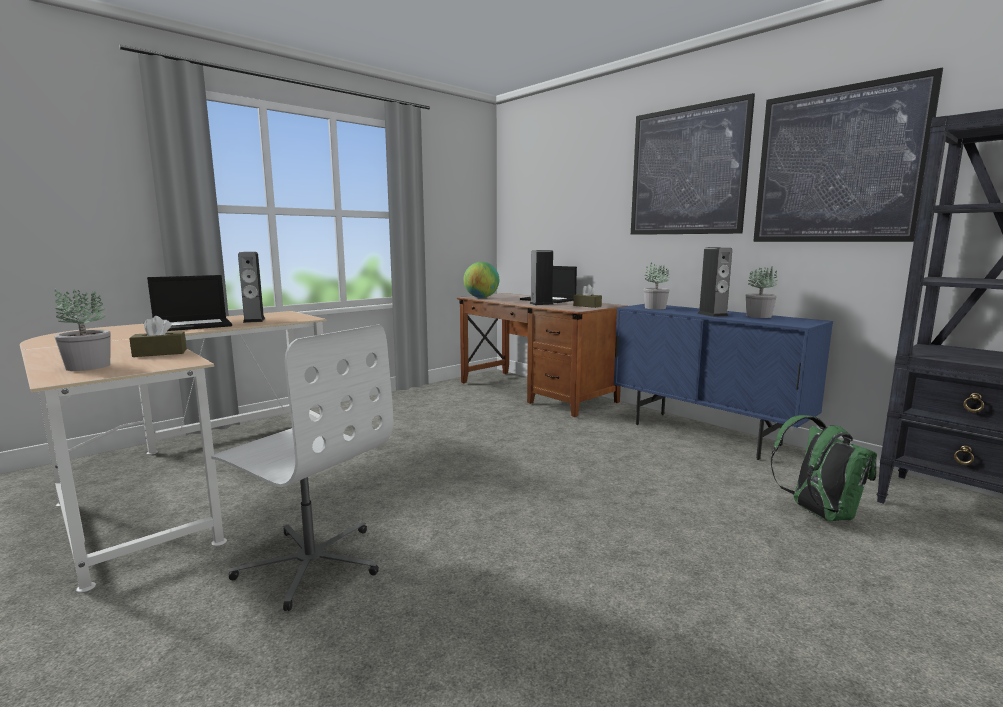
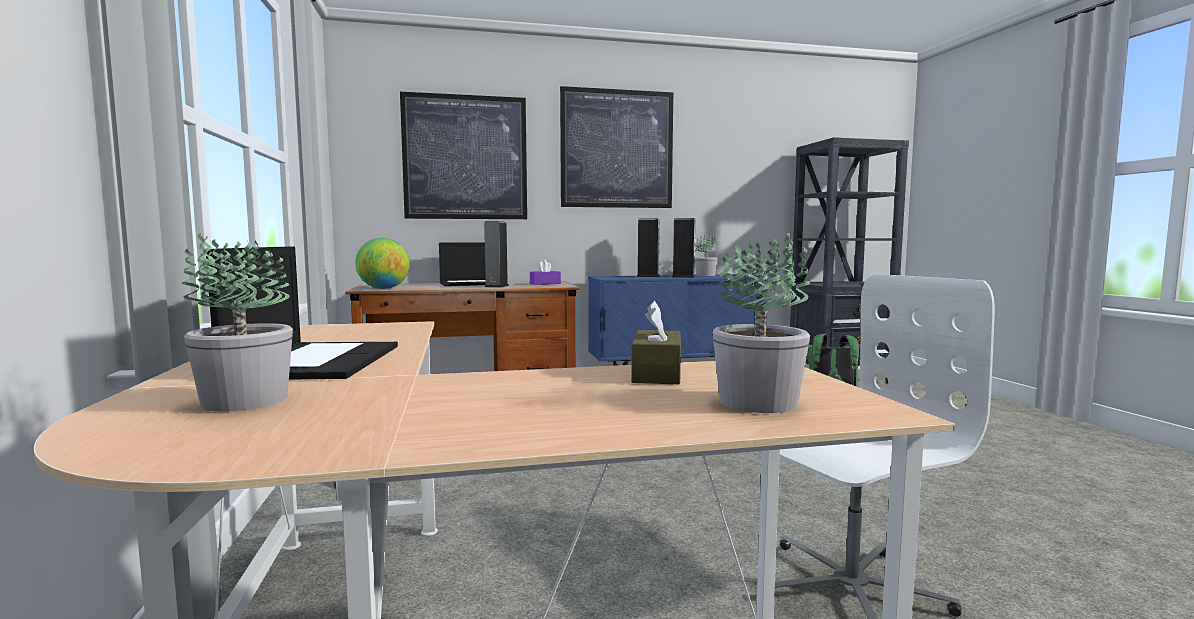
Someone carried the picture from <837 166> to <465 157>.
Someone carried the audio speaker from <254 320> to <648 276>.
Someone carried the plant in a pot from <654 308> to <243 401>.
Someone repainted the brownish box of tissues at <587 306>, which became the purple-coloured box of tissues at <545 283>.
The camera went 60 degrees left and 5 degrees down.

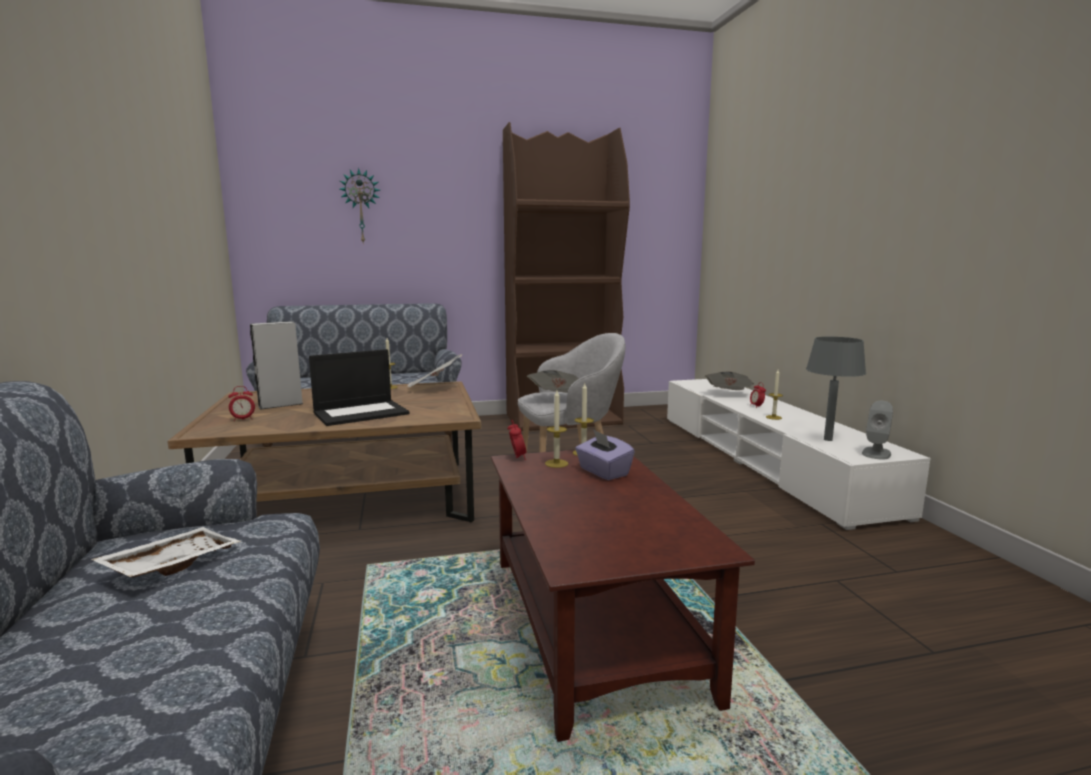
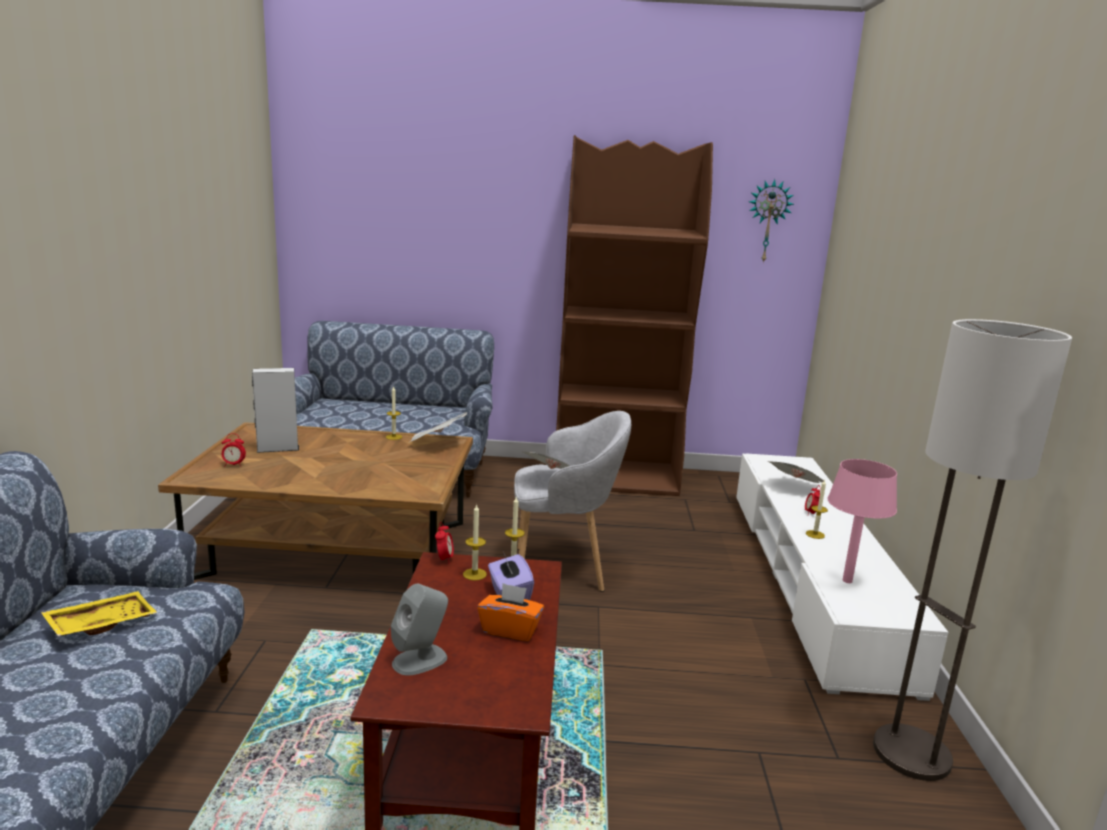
Someone carried the clock on the wall from <361 206> to <768 221>.
Someone repainted the gray tabletop lamp at <828 439>, which became the pinkish tabletop lamp at <847 581>.
Someone took away the laptop at <361 413>.
Someone carried the gray audio speaker from <876 453> to <420 660>.
Someone repainted the white-coloured serving tray at <171 564>, which became the yellow serving tray at <101 623>.
Someone put down the standing lamp at <910 753>.
Someone put down the orangey box of tissues at <510 629>.
The camera went 15 degrees right and 5 degrees up.

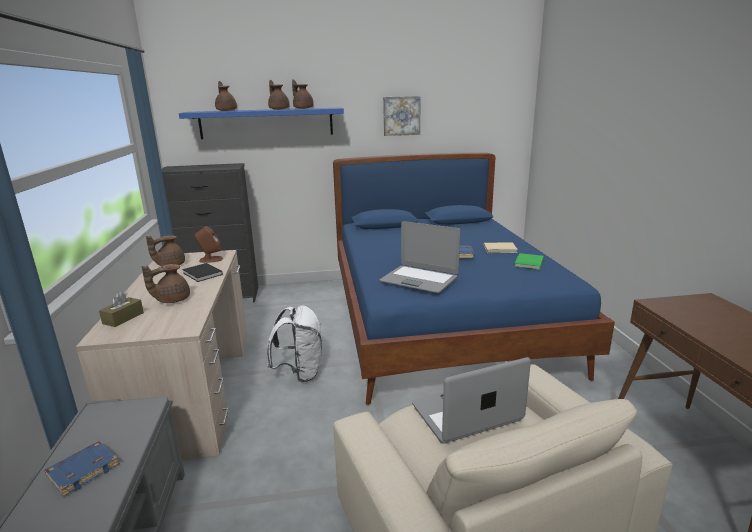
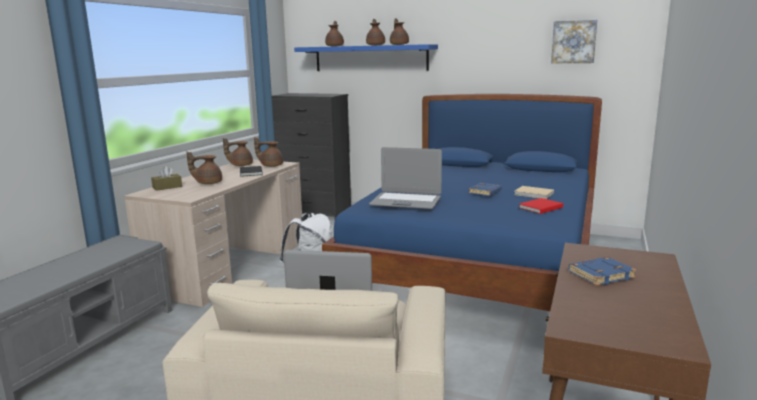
Someone carried the picture from <401 116> to <573 42>.
Someone rotated the laptop at <419 280> by 45 degrees counterclockwise.
Someone swapped the brownish audio speaker at <210 259> for the brownish pot for tea at <271 165>.
Someone repainted the green book at <528 263>, which became the red book at <539 208>.
Someone carried the bluish book from <83 470> to <601 275>.
The camera went 30 degrees right and 5 degrees down.

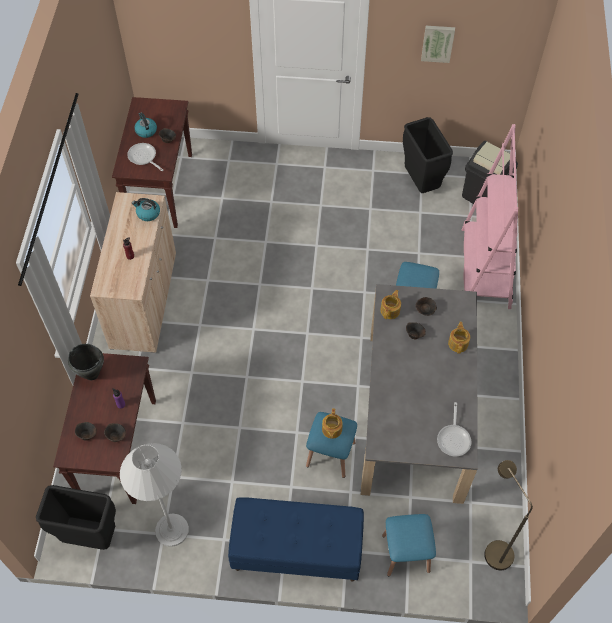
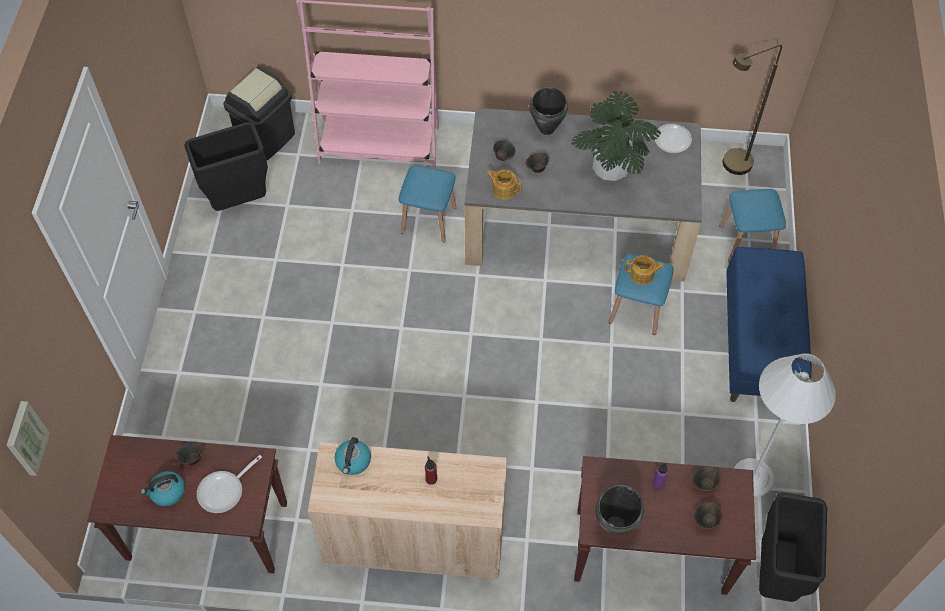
Someone carried the picture from <437 43> to <25 438>.
Someone swapped the pot for tea at <458 343> for the blackish stockpot at <547 128>.
Someone put down the plant in a pot at <610 168>.
The camera went 90 degrees left and 0 degrees up.

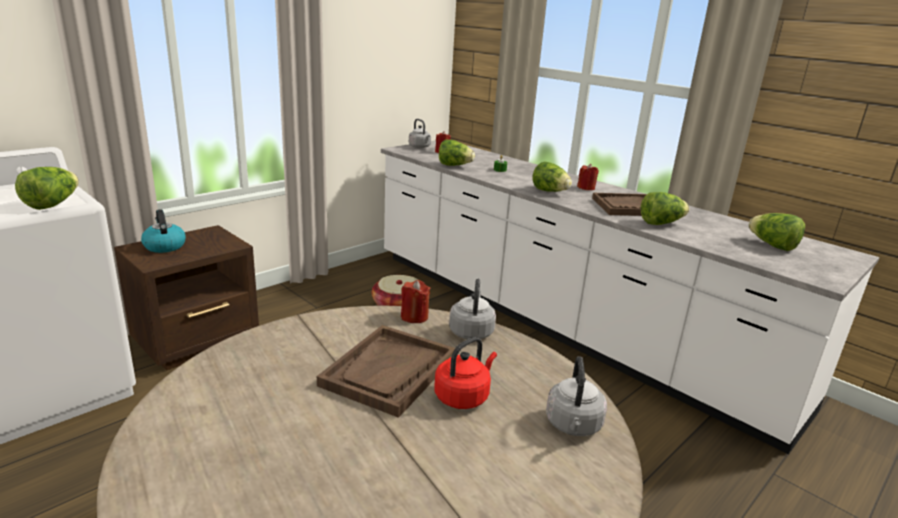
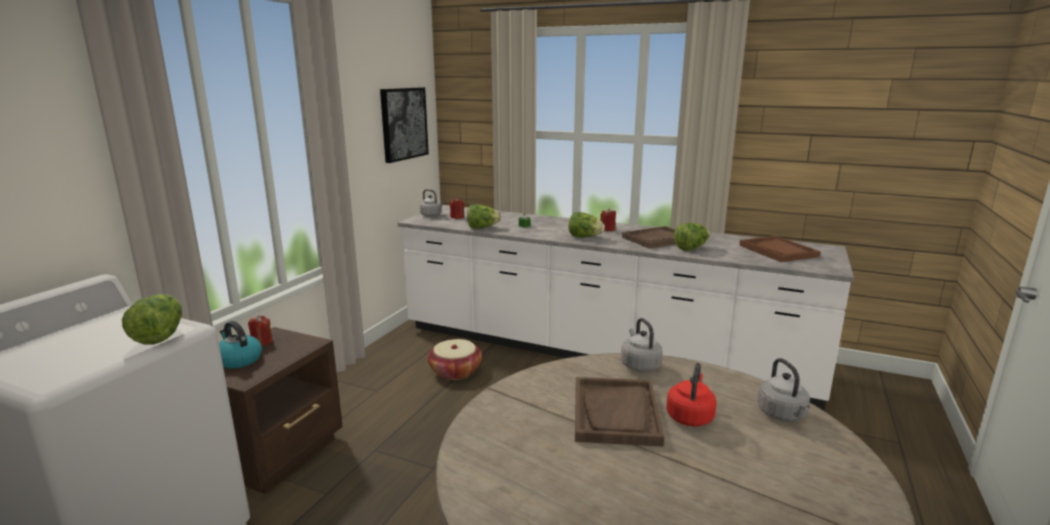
Someone swapped the lettuce at <772 246> for the brownish serving tray at <778 251>.
Someone carried the red wax light from <414 317> to <261 342>.
Someone put up the picture at <403 123>.
The camera went 20 degrees left and 5 degrees down.

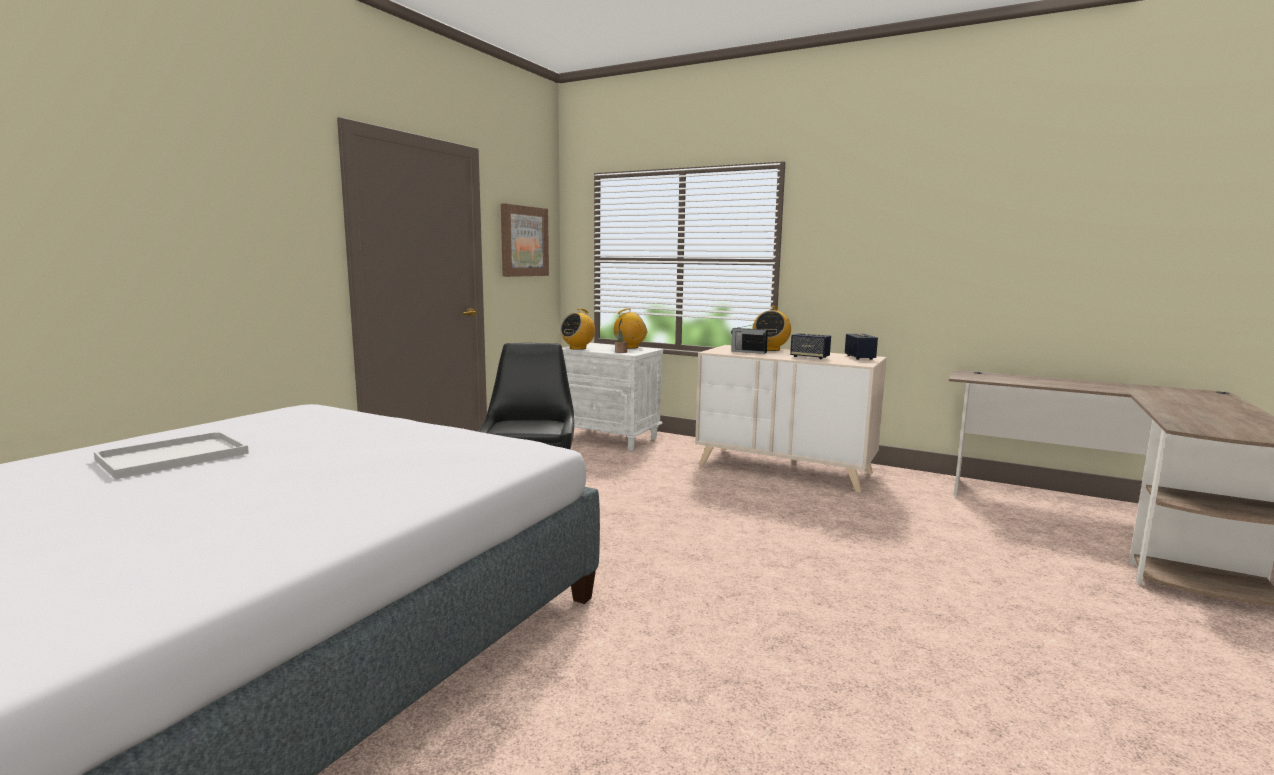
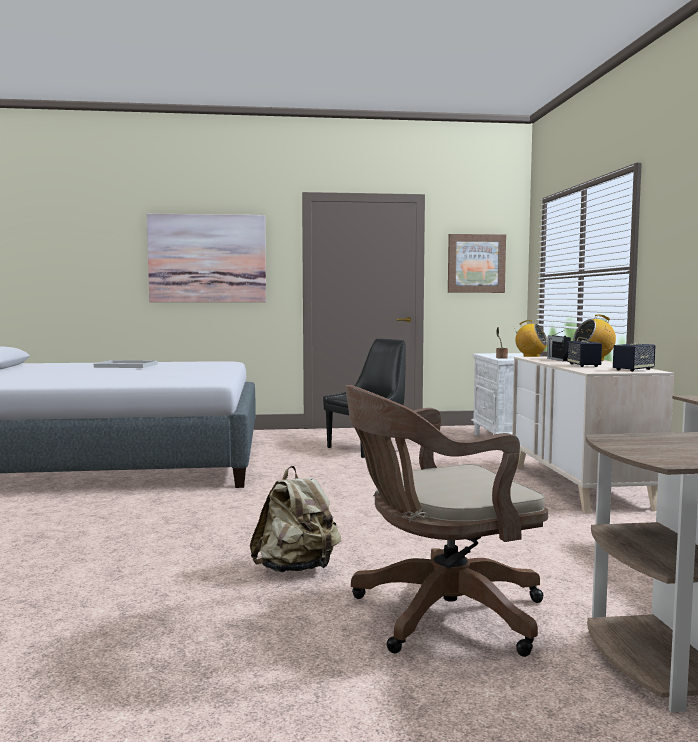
Someone took away the radio set at <578 348>.
Someone put up the picture at <207 258>.
Someone put down the brownish office chair at <439 615>.
Someone put down the beige backpack at <296 569>.
The camera went 55 degrees right and 5 degrees down.

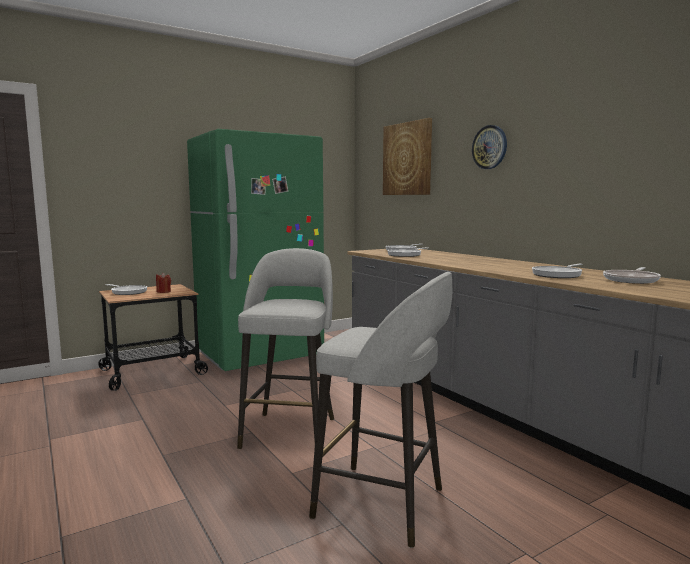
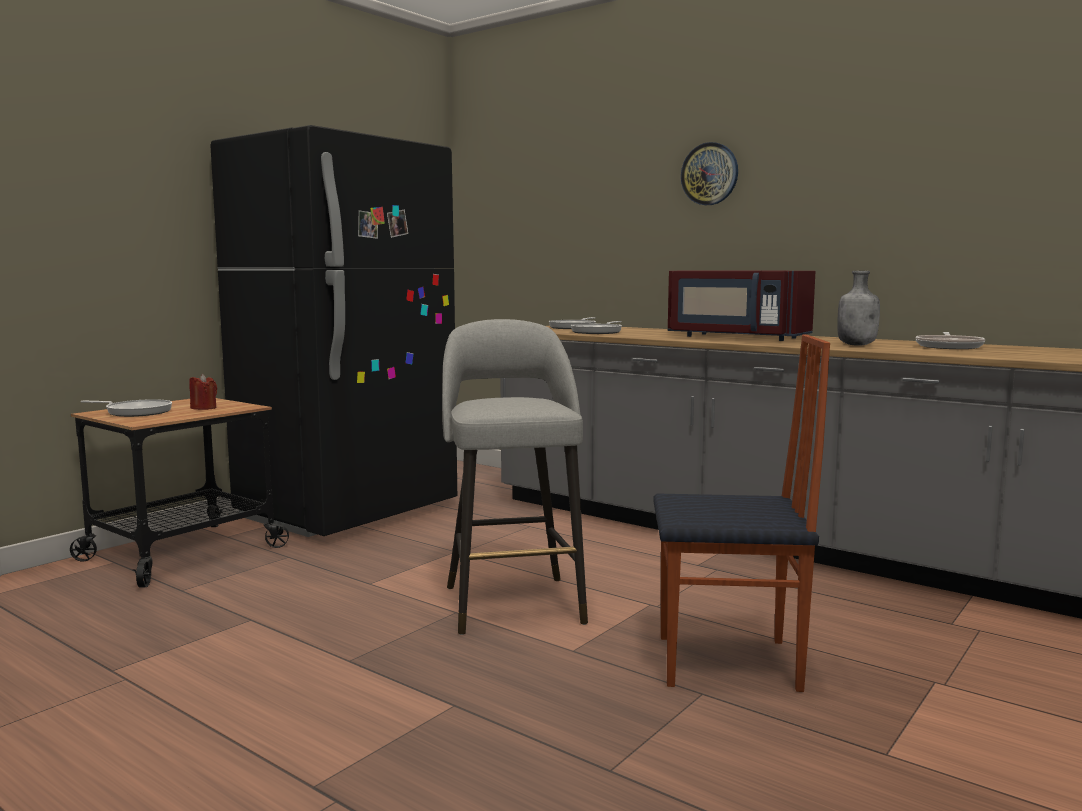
Someone took away the picture at <407 159>.
Someone repainted the green kitchen fridge at <260 356>, which became the blackish kitchen fridge at <348 511>.
Someone swapped the pan at <558 275> for the gray drink bottle at <857 345>.
Someone swapped the gray sitting stool at <383 504> for the plain chair at <729 664>.
Someone put down the red kitchen microwave at <736 337>.
The camera went 20 degrees left and 0 degrees up.

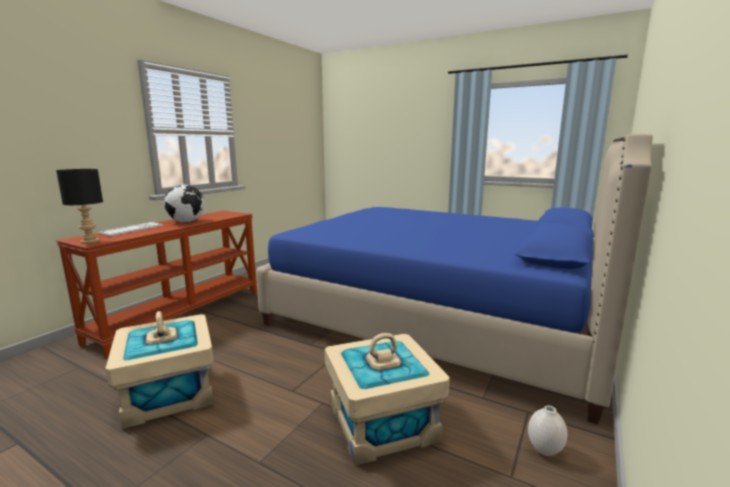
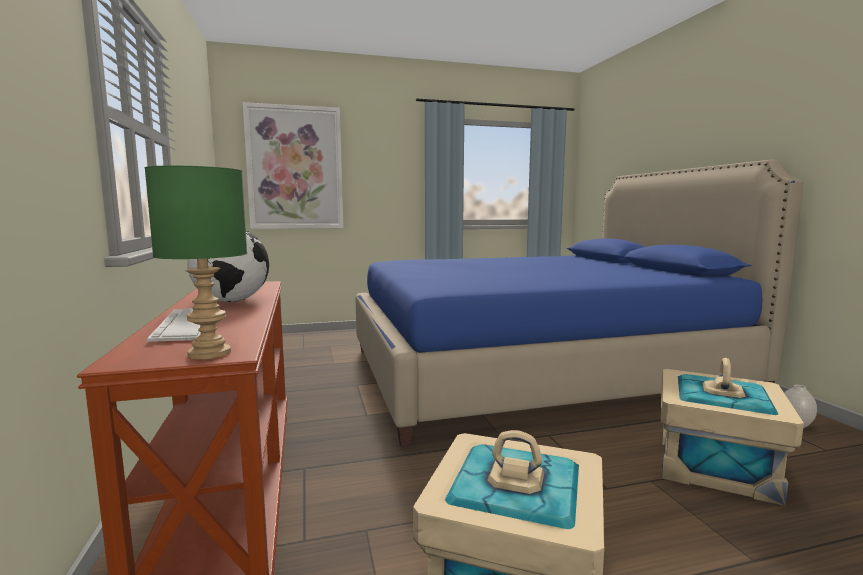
Someone repainted the blackish tabletop lamp at <89 242>, which became the green tabletop lamp at <209 354>.
Someone put up the picture at <295 168>.
The camera went 45 degrees left and 5 degrees down.

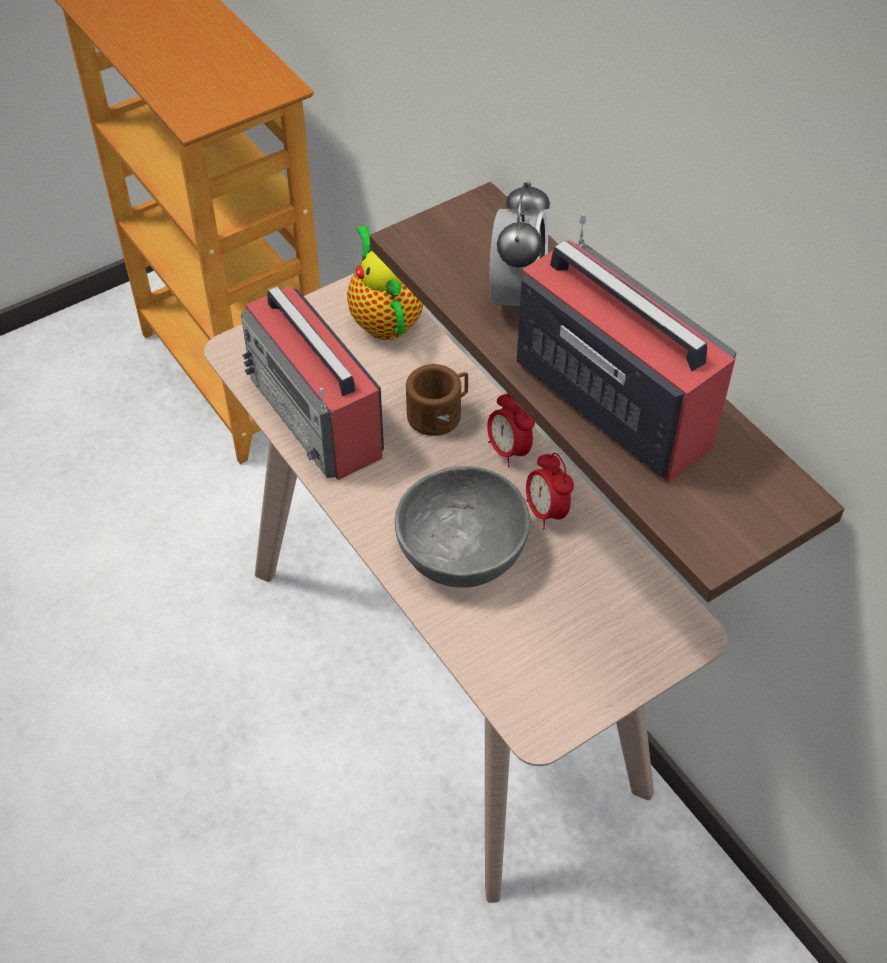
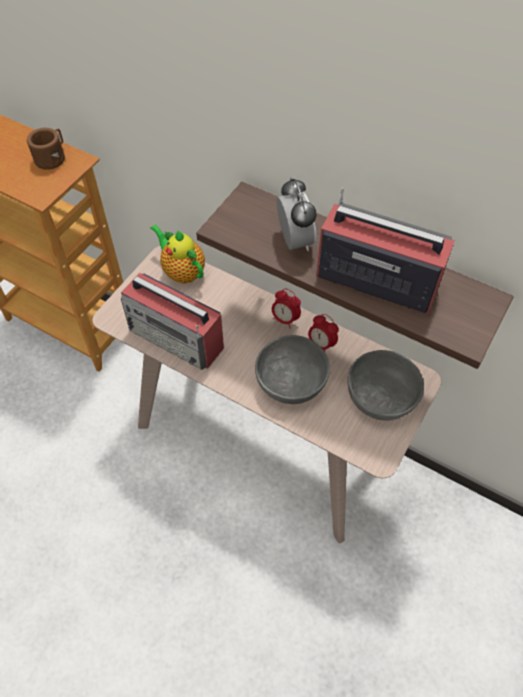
Someone carried the brownish tea mug from <439 414> to <52 157>.
Someone put down the gray deep dish at <381 396>.
The camera went 25 degrees left and 5 degrees up.

